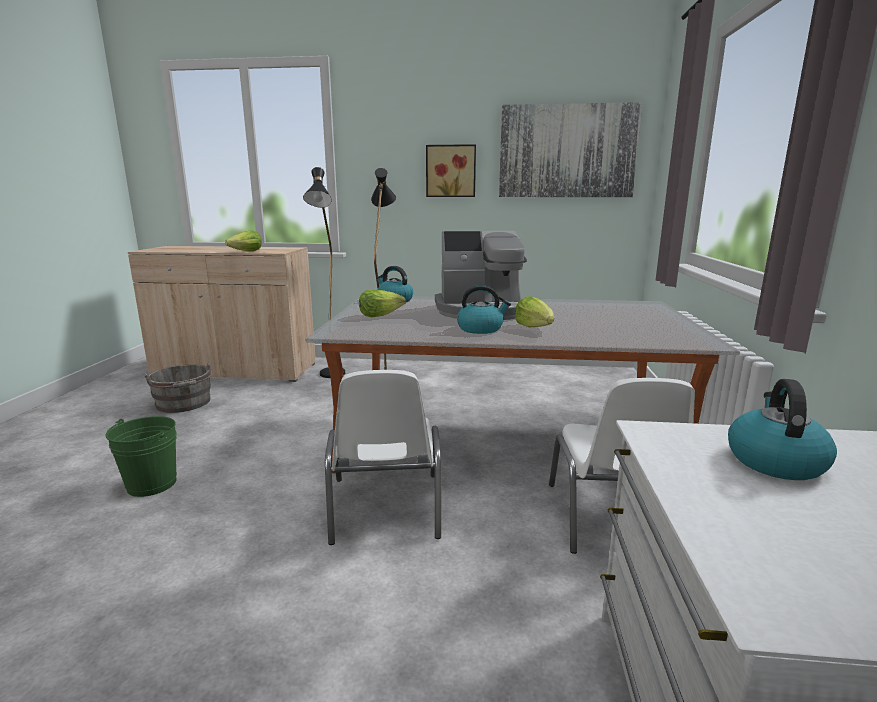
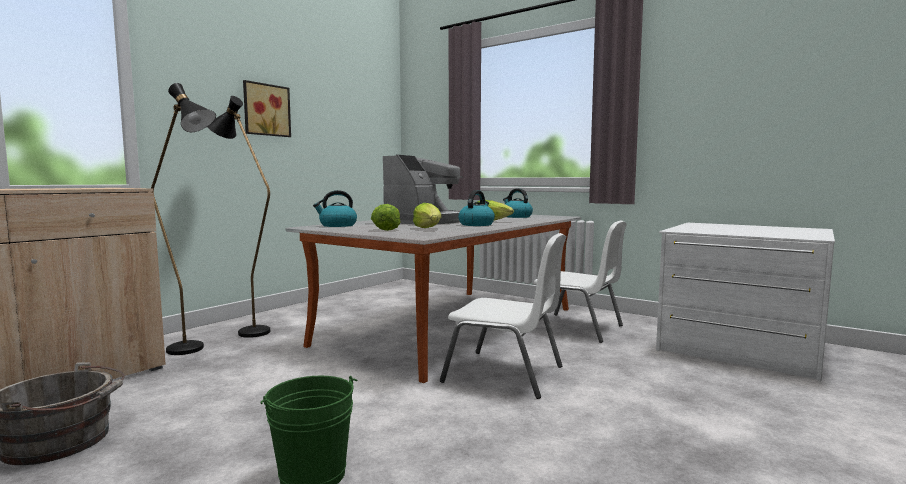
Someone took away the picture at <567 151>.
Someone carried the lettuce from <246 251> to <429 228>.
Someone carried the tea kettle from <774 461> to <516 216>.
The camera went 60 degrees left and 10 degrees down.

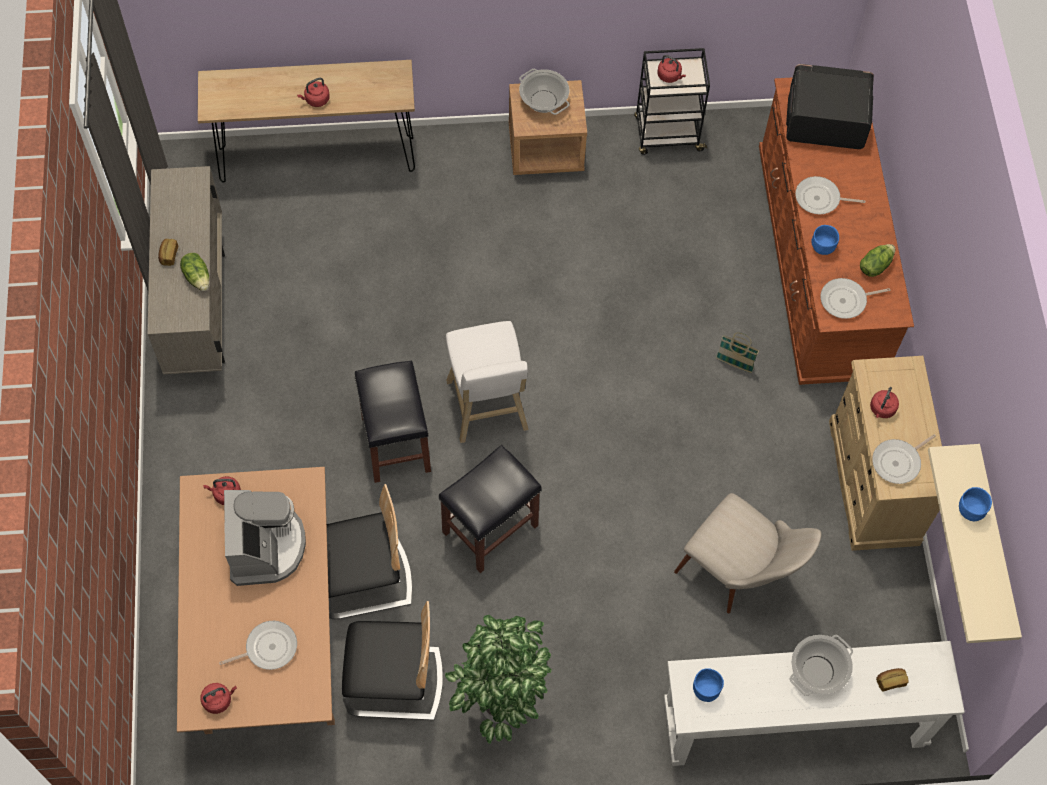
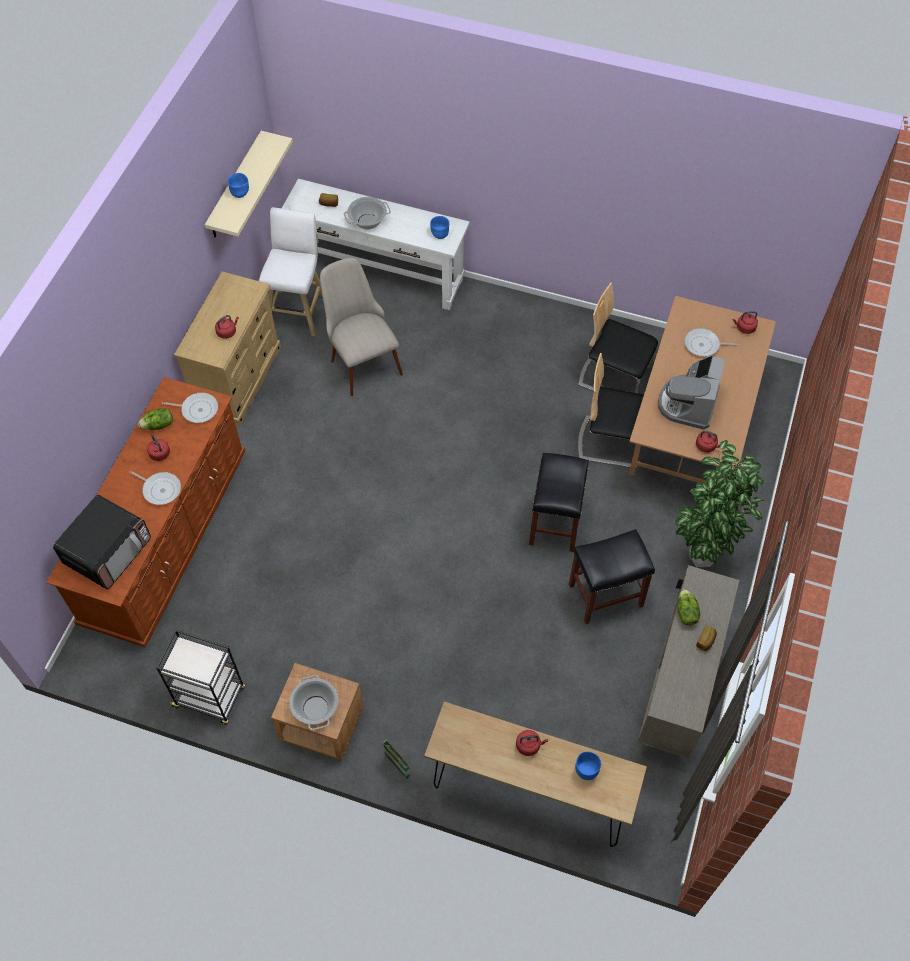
Someone carried the red tea kettle from <670 76> to <159 453>.
Someone rotated the kitchen microwave at <824 121> by 90 degrees counterclockwise.
Someone carried the bluish deep dish from <822 248> to <586 770>.
Someone carried the white-coloured sitting stool from <487 409> to <298 310>.
Someone carried the household basket from <734 364> to <397 766>.
Someone took away the pan at <898 462>.
Someone carried the blackish sitting stool from <490 527> to <604 596>.
Someone carried the plant in a pot from <501 714> to <701 556>.
The camera went 155 degrees left and 5 degrees down.

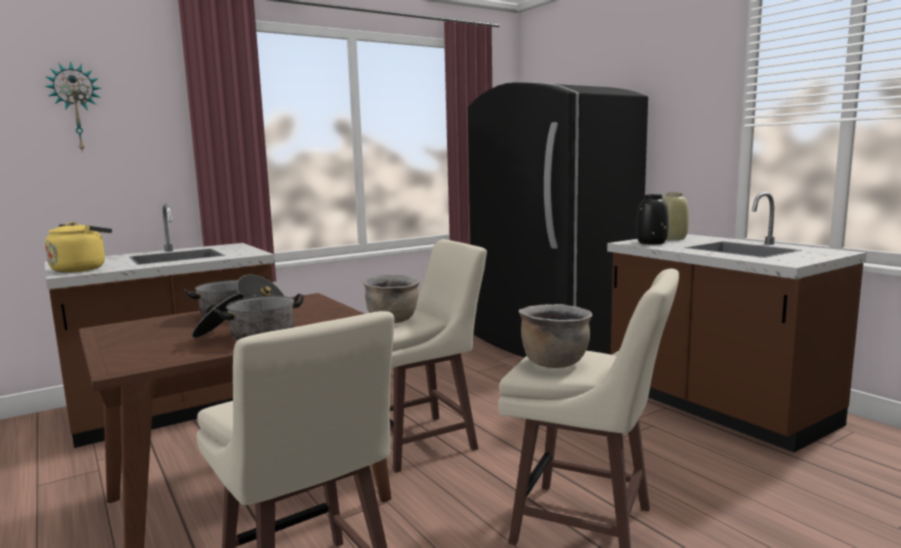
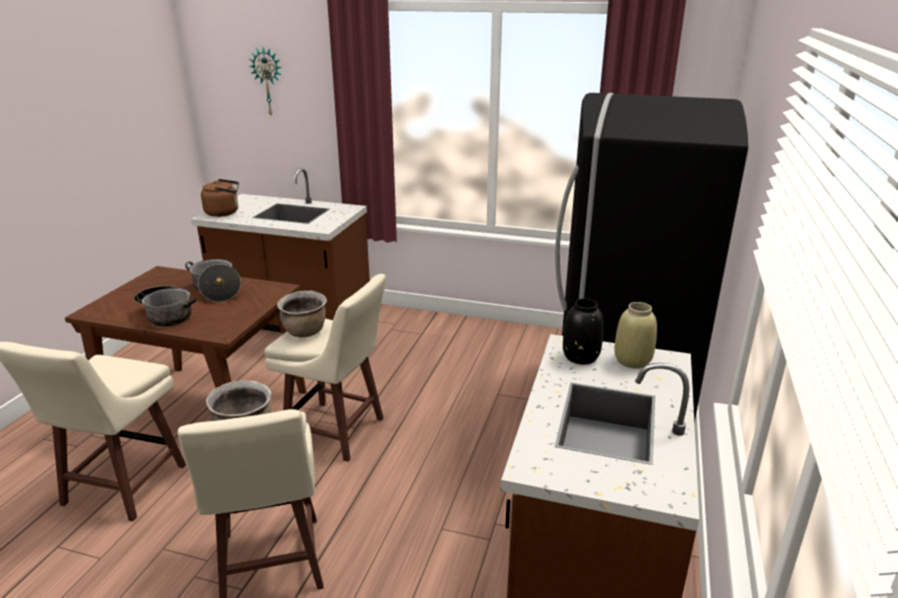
Someone repainted the yellow tea kettle at <81 269>, which became the brownish tea kettle at <224 212>.
The camera went 50 degrees right and 15 degrees up.

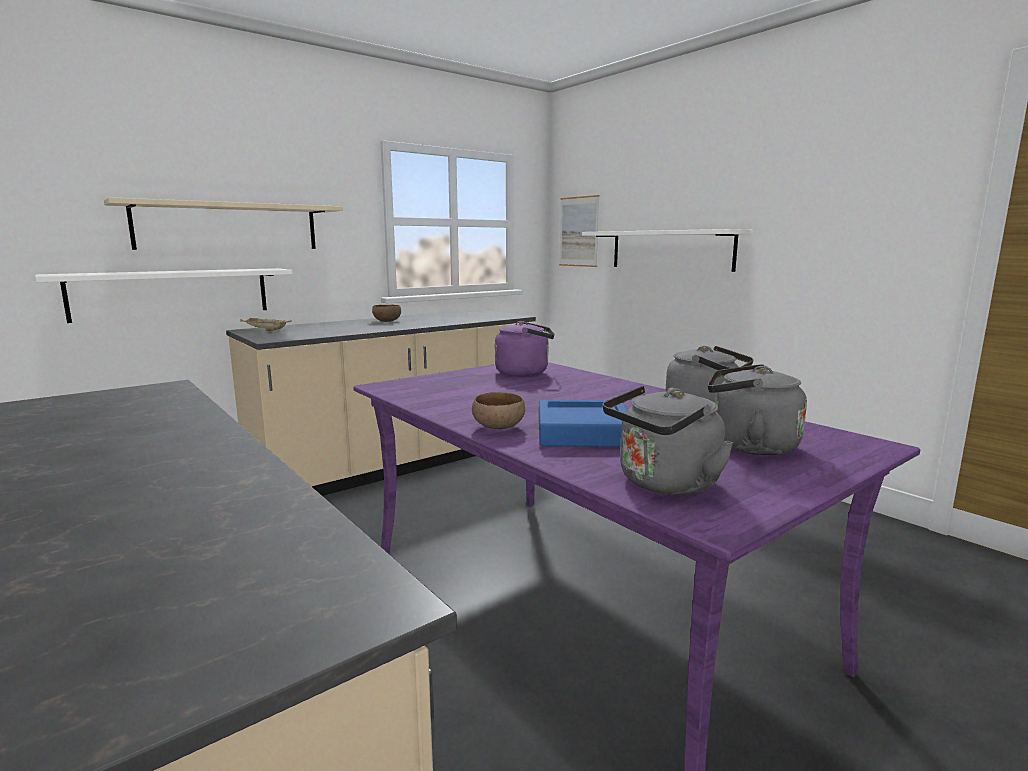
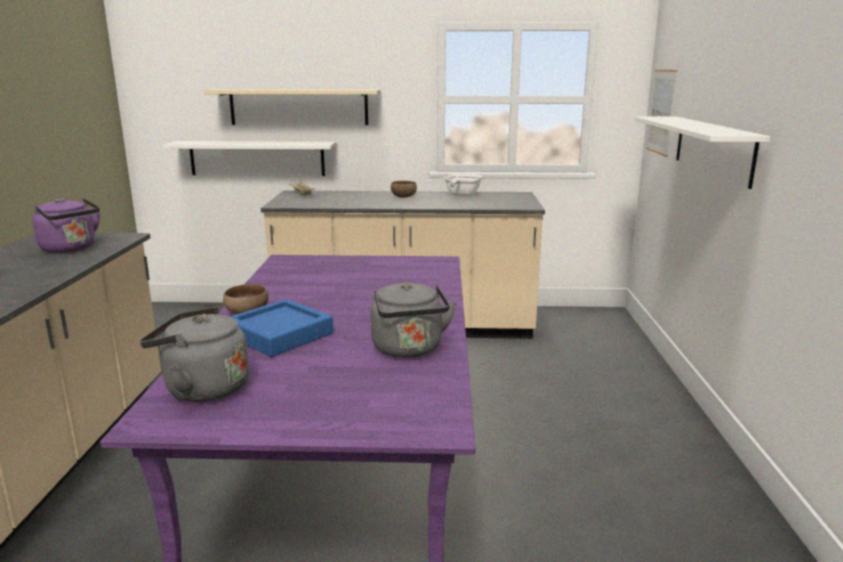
Someone carried the purple-coloured tea kettle from <525 372> to <71 249>.
Someone took away the gray tea kettle at <748 445>.
Someone put down the pan at <461 195>.
The camera went 40 degrees right and 5 degrees up.

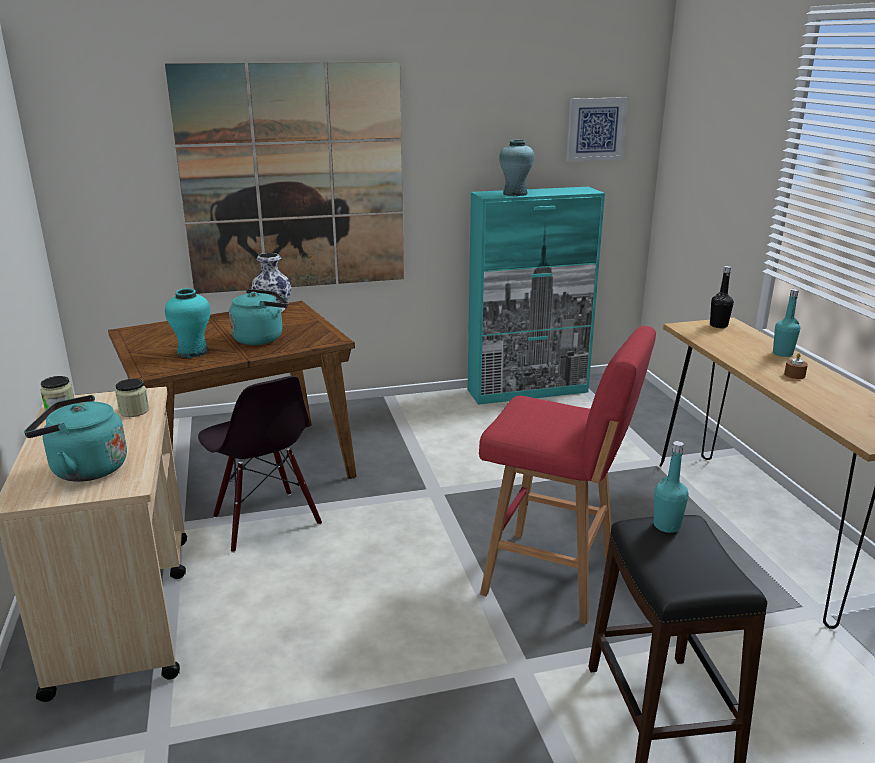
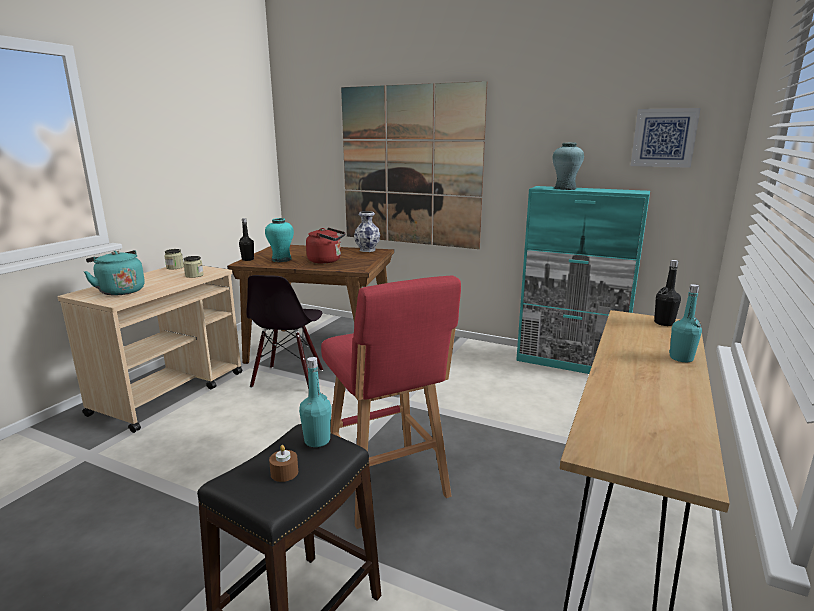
Someone repainted the turquoise tea kettle at <261 338>, which became the red tea kettle at <327 261>.
Someone carried the brownish wax light from <794 375> to <284 473>.
Someone put down the blackish drink bottle at <248 259>.
The camera went 40 degrees right and 5 degrees down.

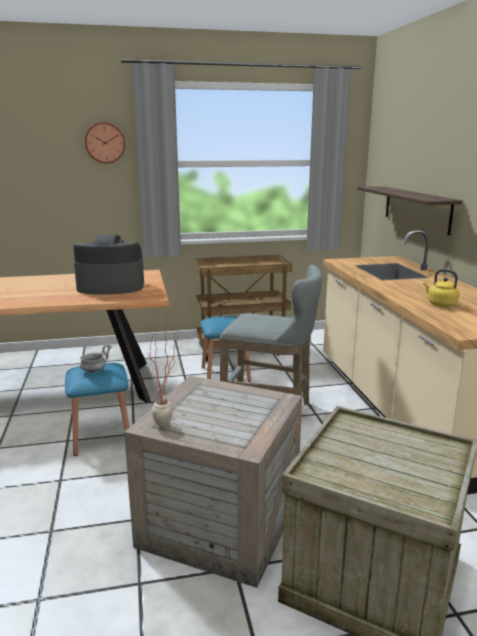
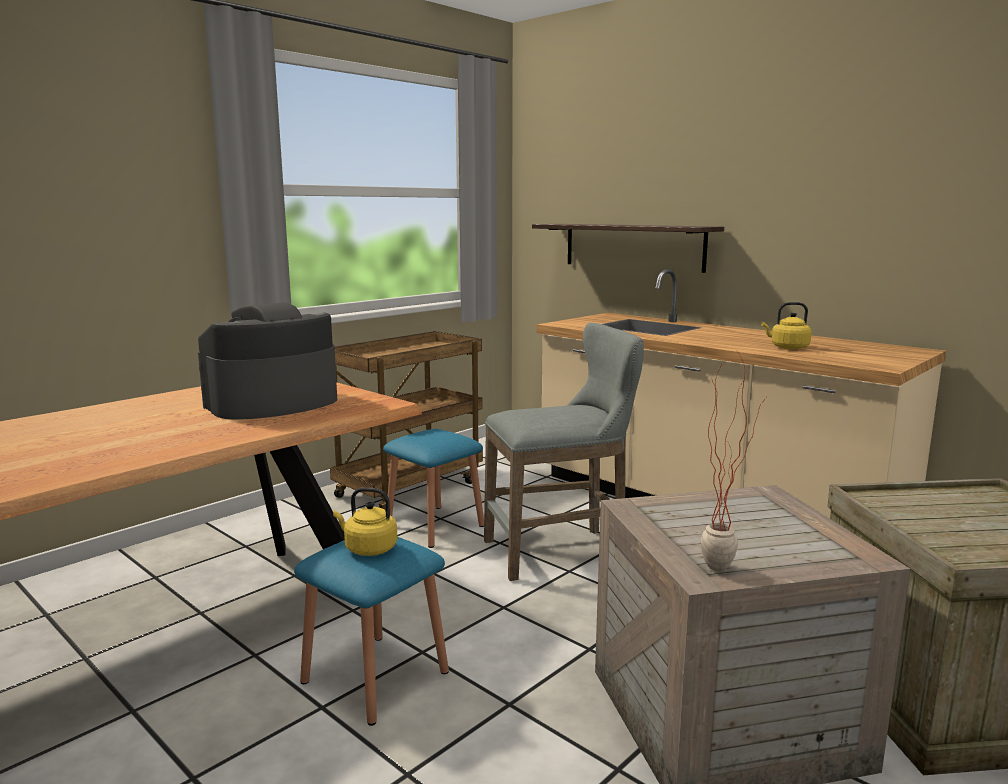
Someone took away the clock on the wall at <105 143>.
Someone swapped the gray deep dish at <94 370> for the yellow tea kettle at <368 549>.
The camera went 35 degrees left and 5 degrees down.

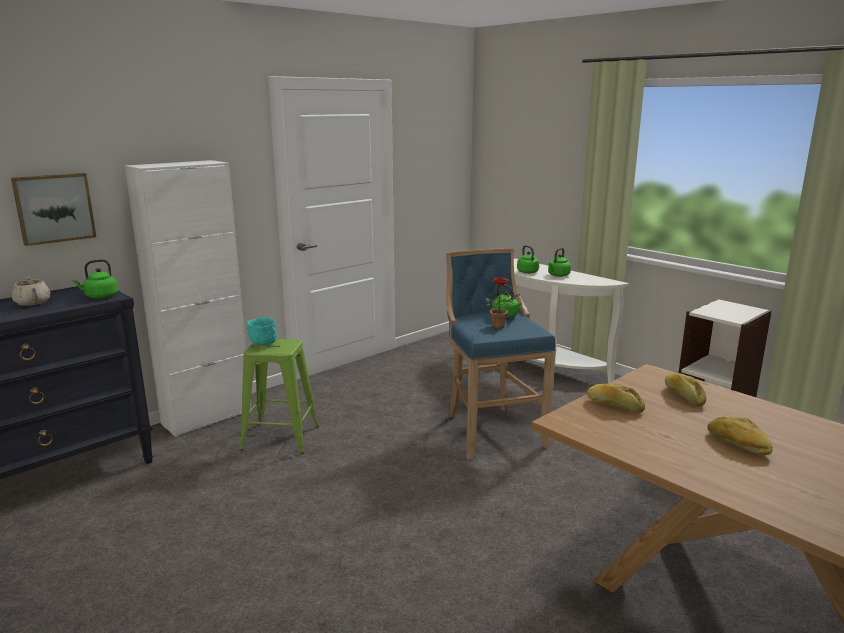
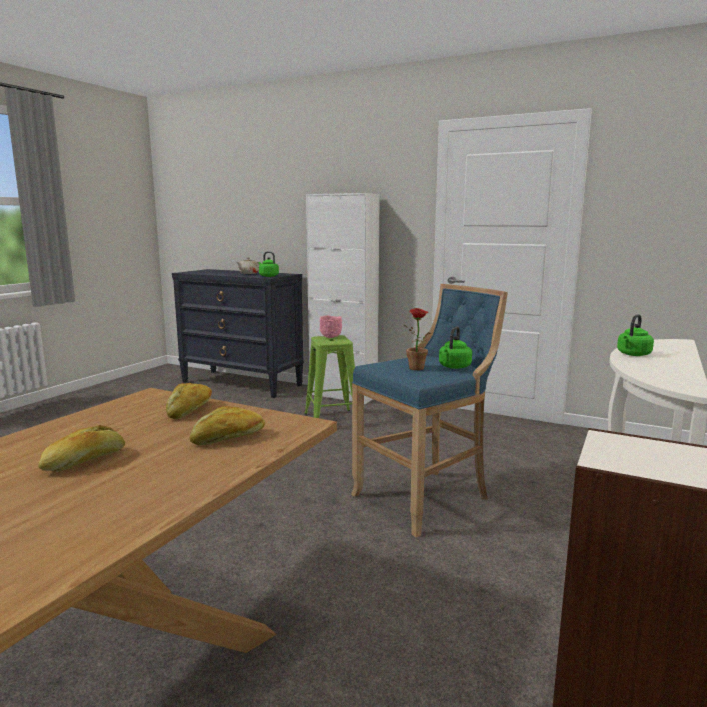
Someone took away the picture at <54 208>.
Someone took away the green tea kettle at <558 275>.
Someone repainted the turquoise deep dish at <263 344>, which became the pinkish deep dish at <331 337>.
The camera went 70 degrees right and 5 degrees down.

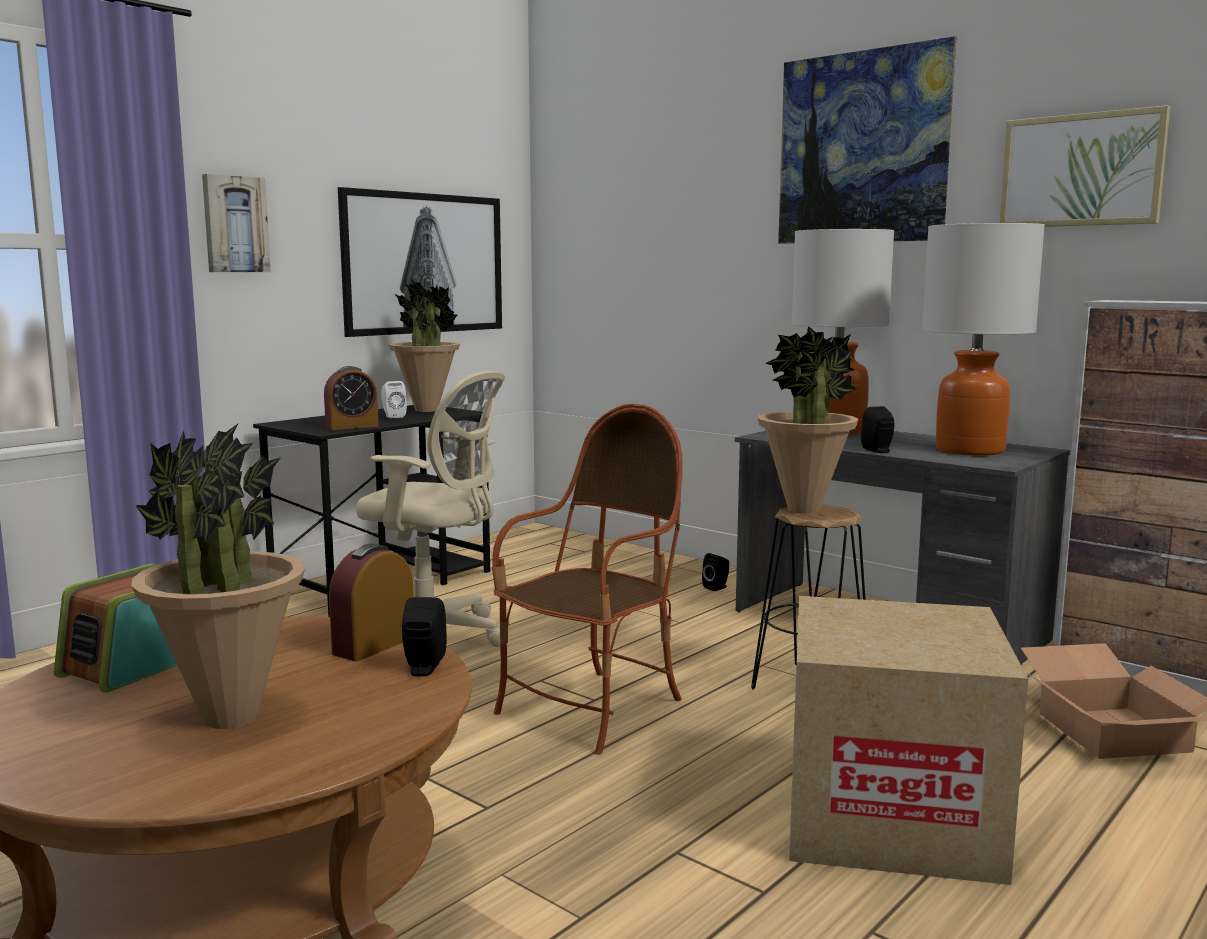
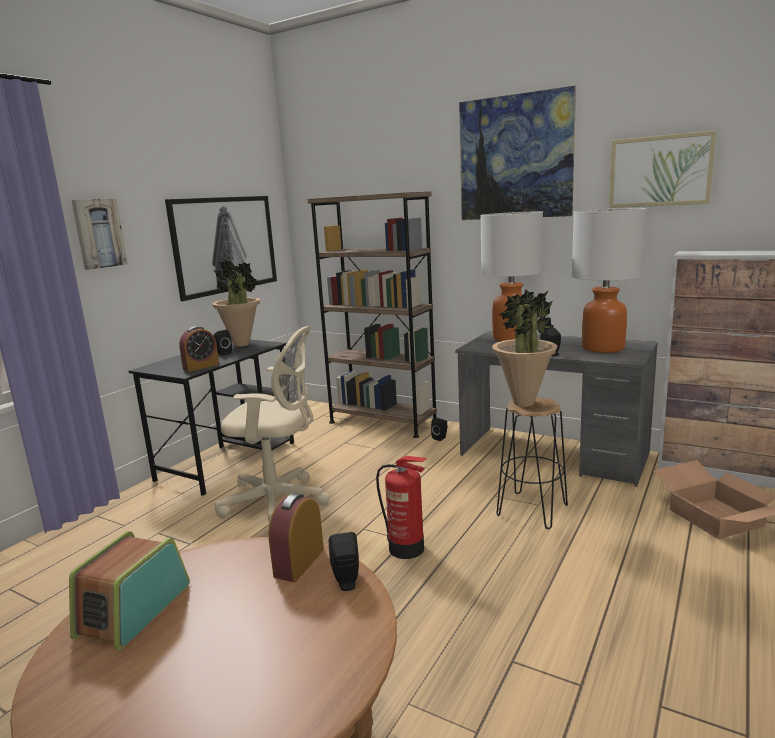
Someone repainted the white-coloured audio speaker at <393 416>, which became the blackish audio speaker at <223 353>.
Someone swapped the armchair at <592 710> for the fire extinguisher at <407 548>.
Someone took away the plant in a pot at <229 718>.
Someone took away the packing box at <890 817>.
Someone put down the brownish bookcase at <382 422>.
The camera went 10 degrees left and 5 degrees up.

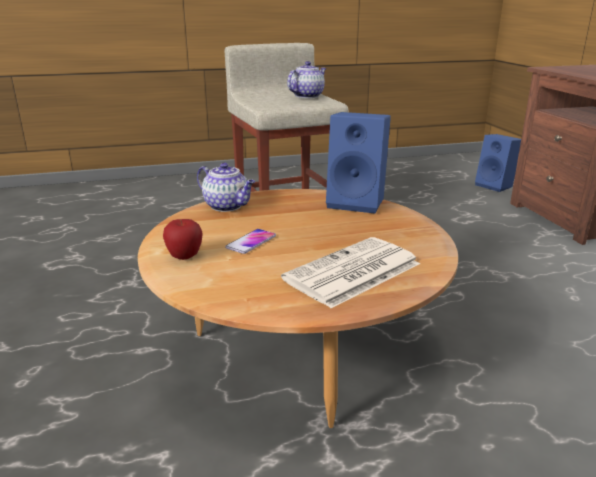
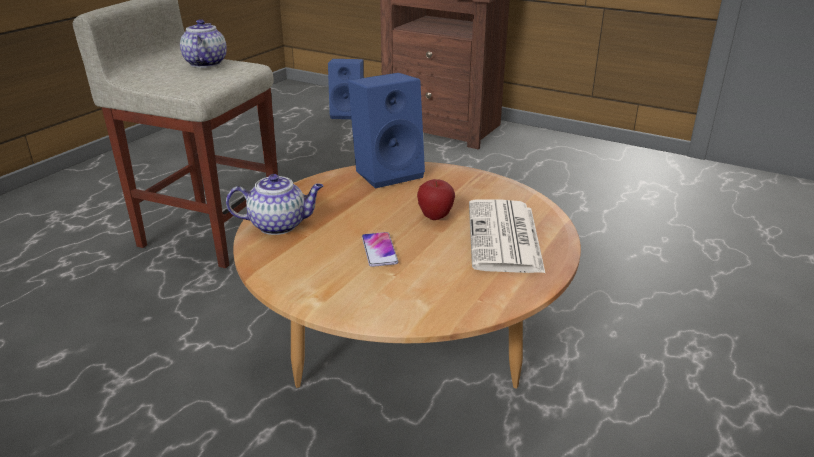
Someone carried the whole apple from <184 257> to <435 217>.
The camera went 45 degrees left and 5 degrees up.

